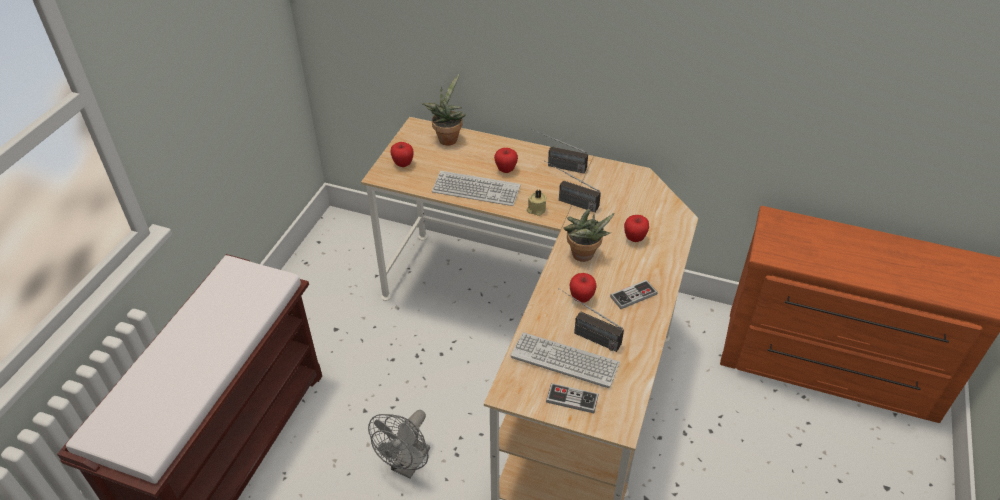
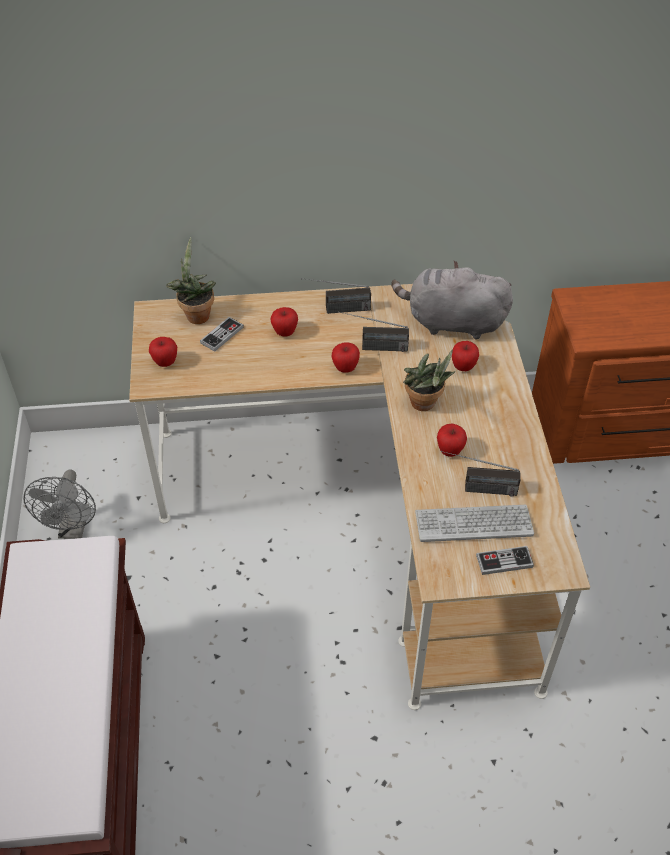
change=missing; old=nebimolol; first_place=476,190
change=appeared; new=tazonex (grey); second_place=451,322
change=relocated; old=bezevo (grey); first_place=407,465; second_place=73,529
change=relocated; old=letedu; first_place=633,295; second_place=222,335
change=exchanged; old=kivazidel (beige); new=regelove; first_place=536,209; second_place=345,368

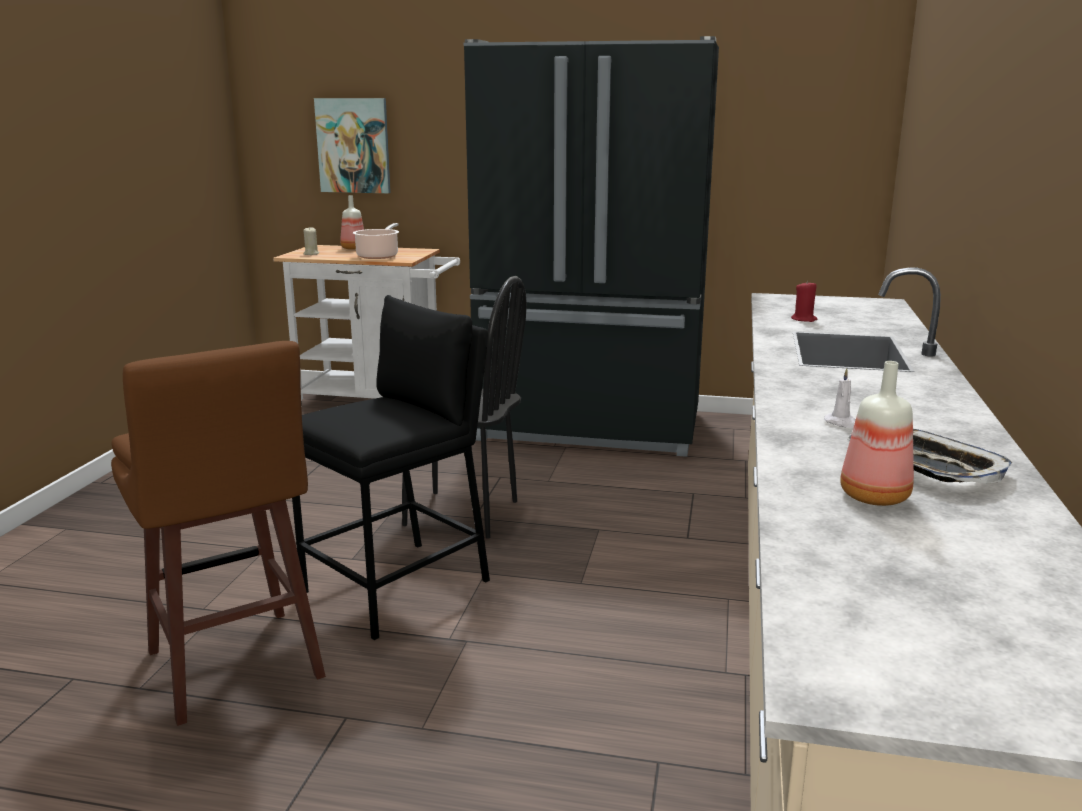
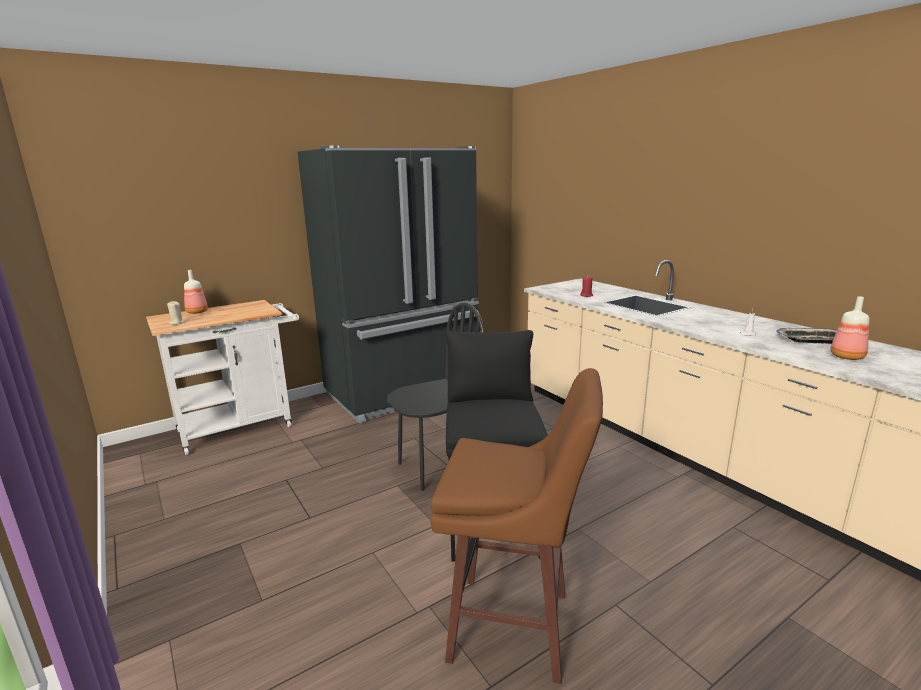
change=missing; old=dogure; first_place=353,145
change=missing; old=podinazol; first_place=378,256

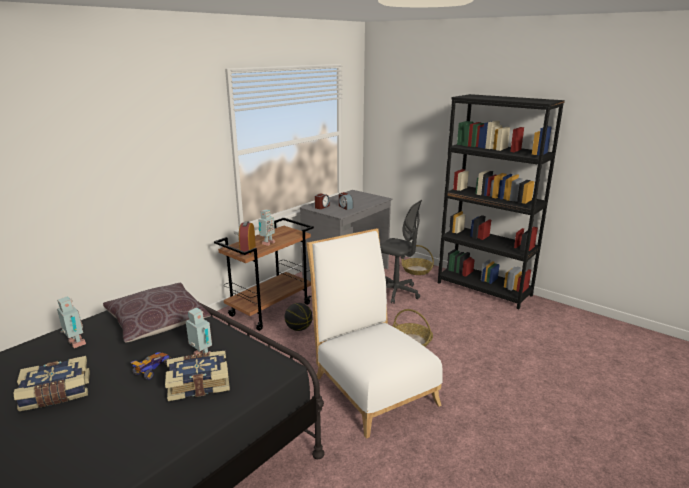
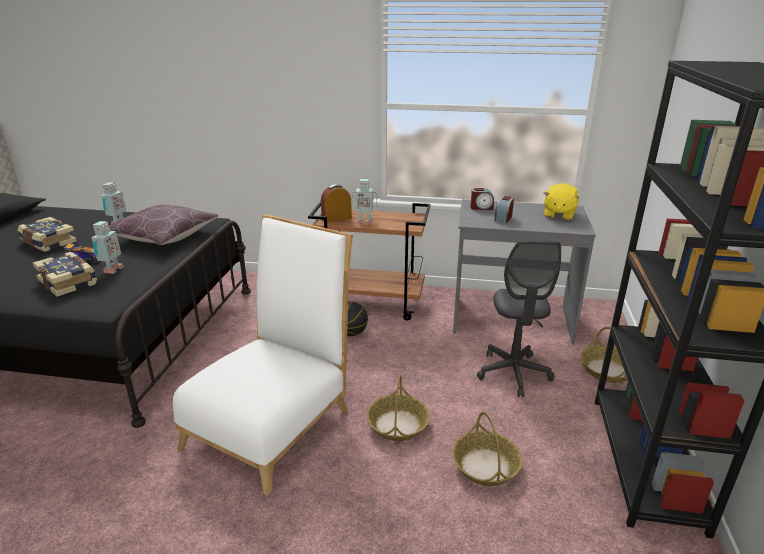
change=appeared; new=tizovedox; second_place=486,466
change=appeared; new=tazonex (yellow); second_place=558,214

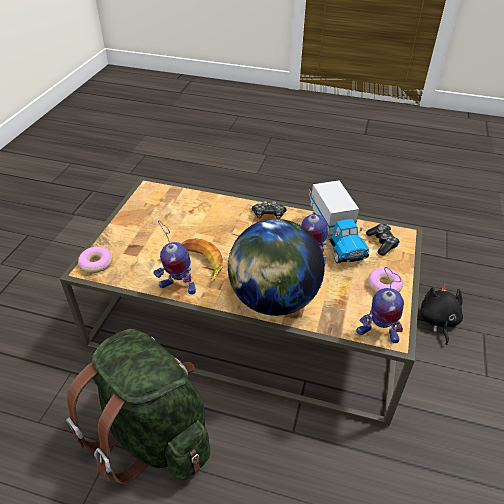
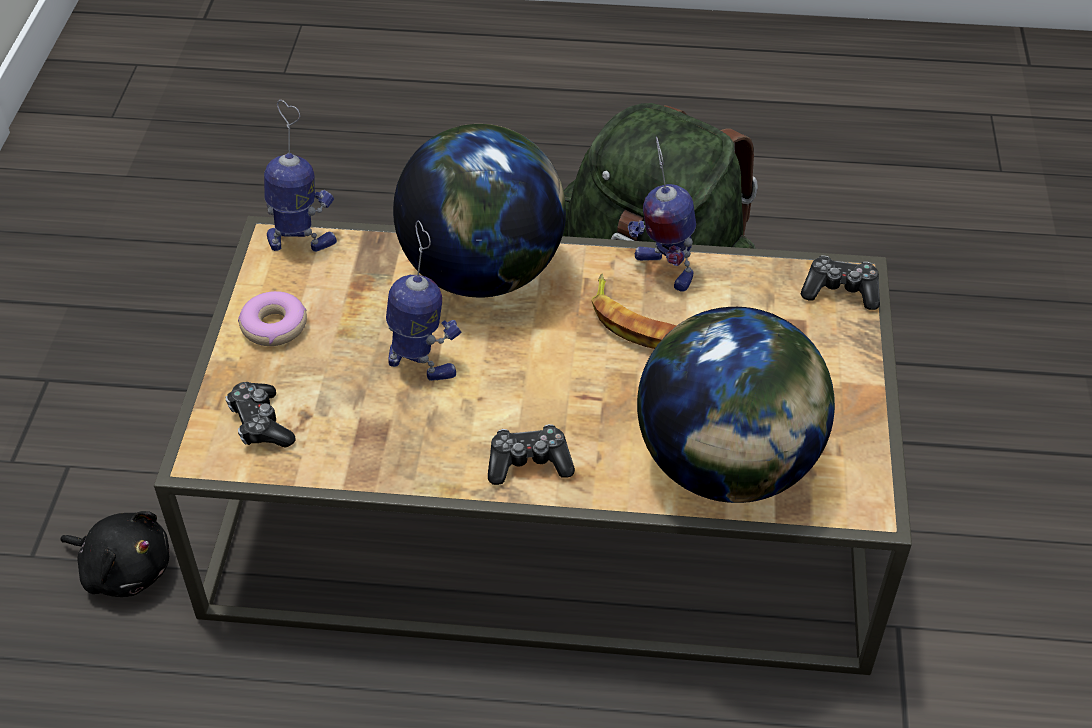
change=missing; old=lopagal; first_place=337,238
change=appeared; new=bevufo; second_place=727,466
change=exchanged; old=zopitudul; new=letedu; first_place=96,263; second_place=840,291
change=spun; old=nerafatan; first_place=177,287; second_place=663,269; degrees=-135
change=spun; old=tazonex (black); first_place=438,321; second_place=125,569; degrees=-60

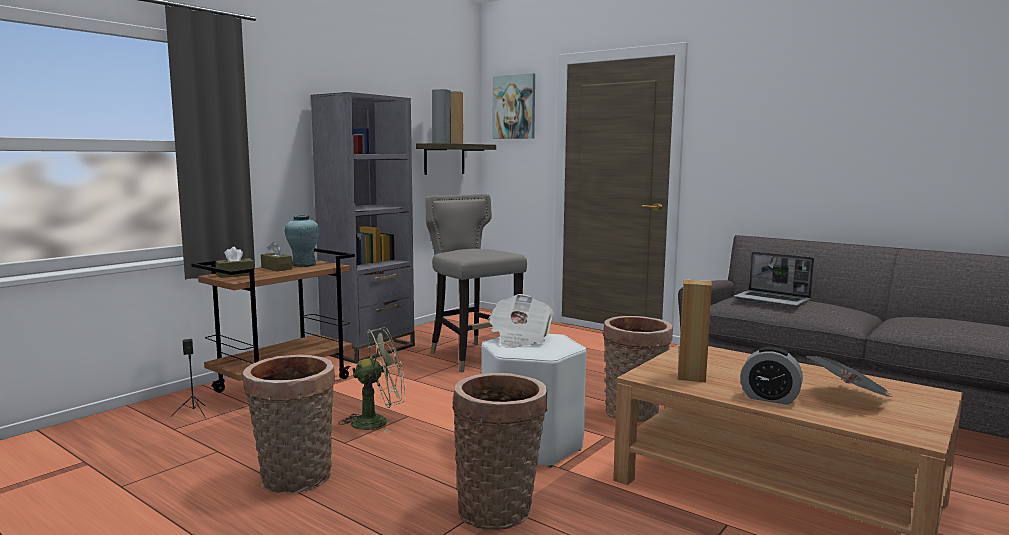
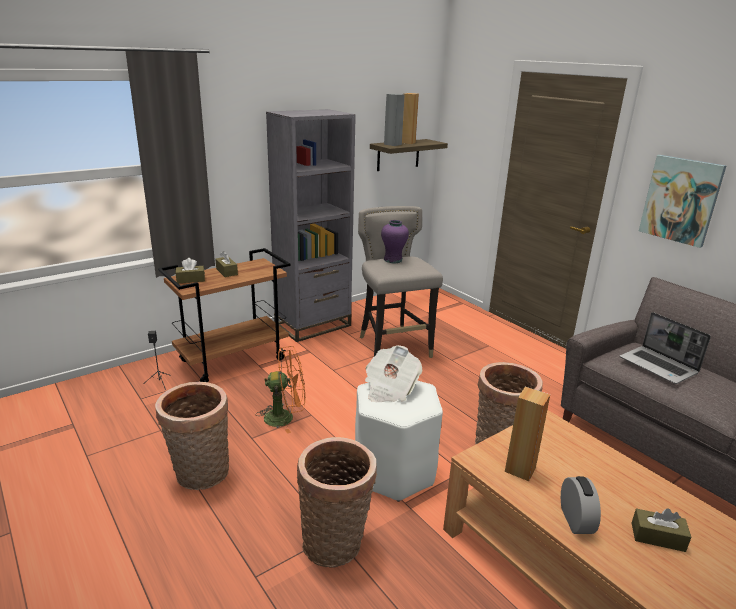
change=missing; old=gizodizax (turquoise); first_place=304,264
change=appeared; new=gizodizax (purple); second_place=393,260
change=relocated; old=dogure; first_place=514,107; second_place=681,200
change=exchanged; old=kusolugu; new=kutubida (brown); first_place=850,398; second_place=657,537
change=colour; old=bezevo (green); new=bezevo (orange); first_place=377,421; second_place=285,417
change=spun; old=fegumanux; first_place=769,398; second_place=575,520; degrees=-135

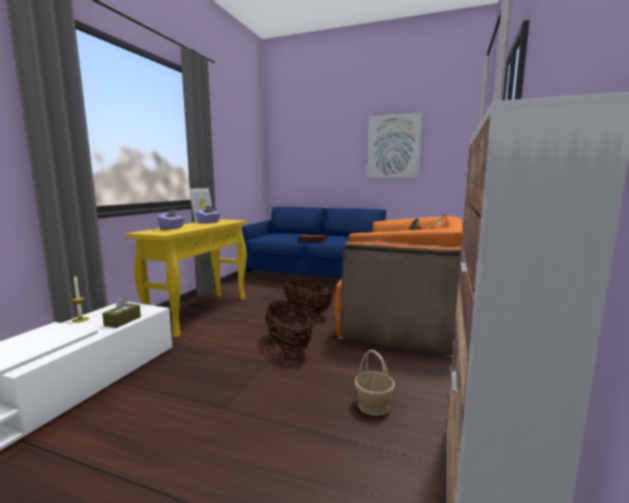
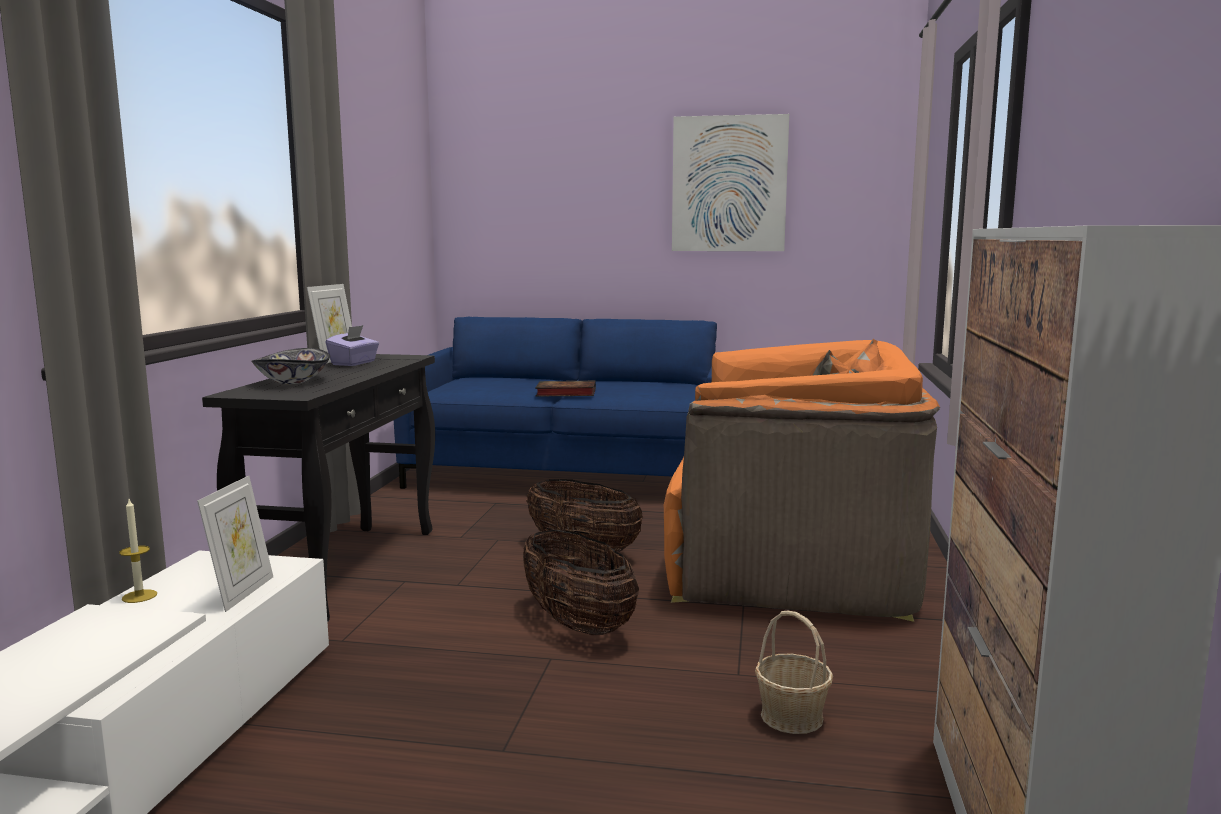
change=exchanged; old=kutubida (brown); new=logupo; first_place=123,321; second_place=242,593
change=exchanged; old=kutubida (purple); new=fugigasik; first_place=172,228; second_place=292,381
change=colour; old=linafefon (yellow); new=linafefon (black); first_place=201,313; second_place=347,569

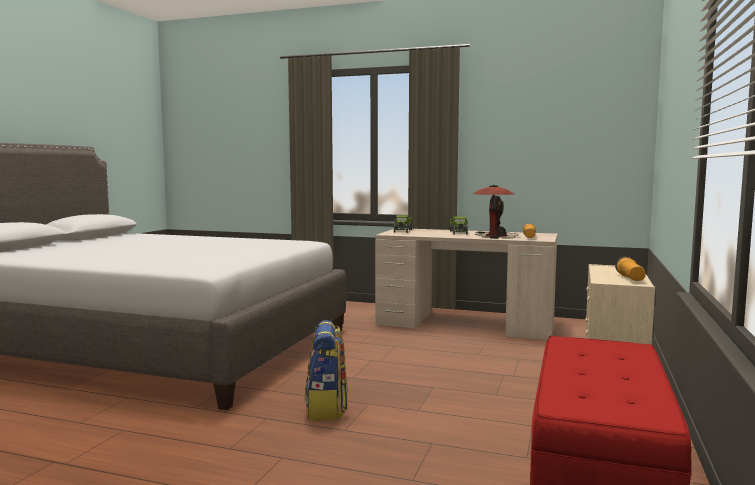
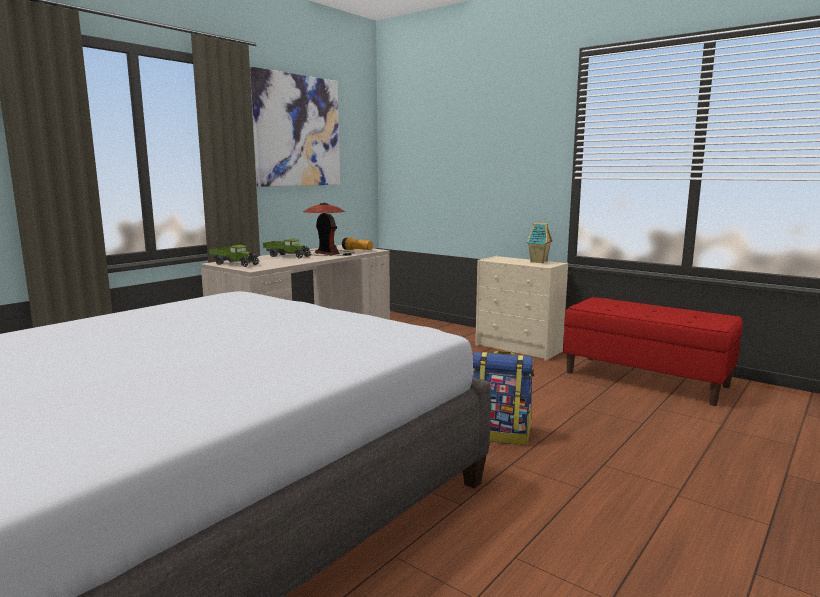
change=appeared; new=dogure; second_place=297,131
change=exchanged; old=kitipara; new=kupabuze; first_place=630,278; second_place=539,262

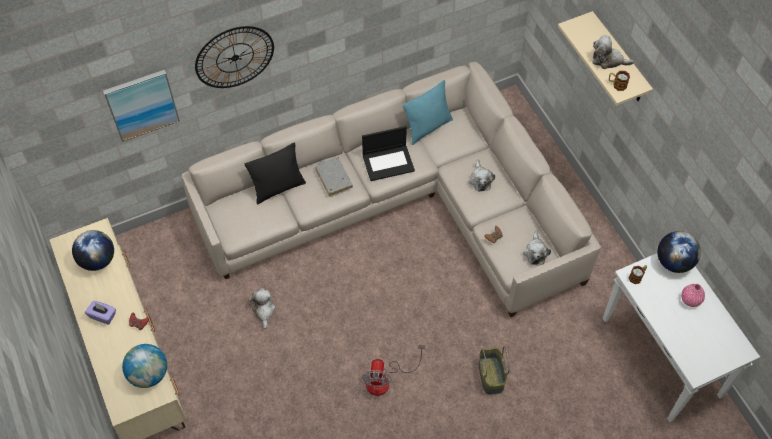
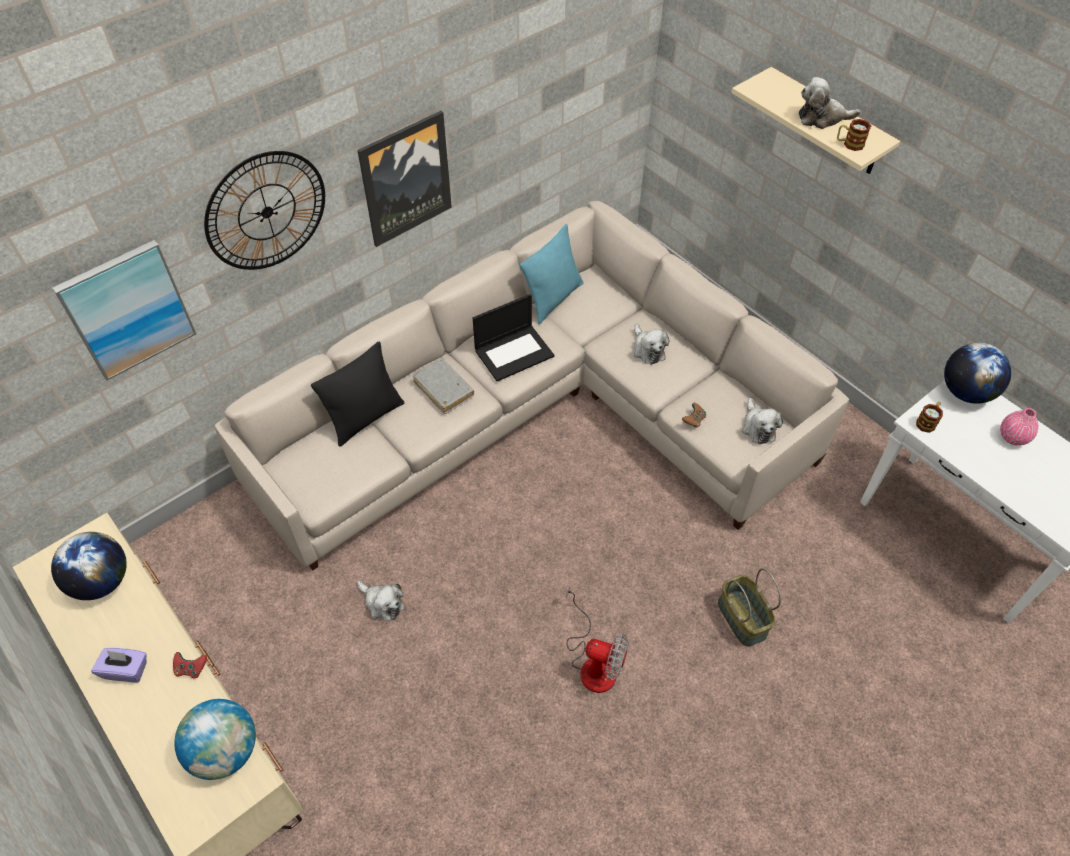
change=appeared; new=dogure; second_place=405,179
change=spun; old=tazonex; first_place=263,311; second_place=382,603; degrees=150
change=spun; old=bezevo; first_place=385,379; second_place=593,662; degrees=-60

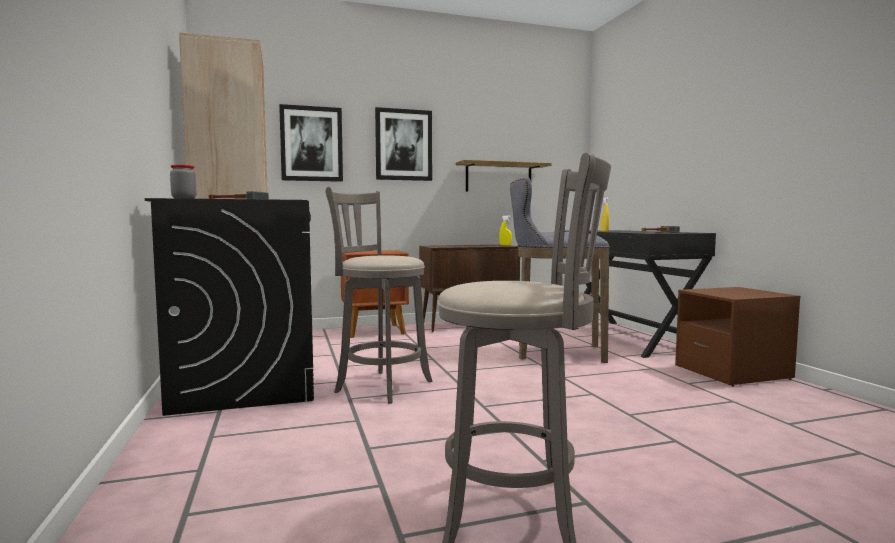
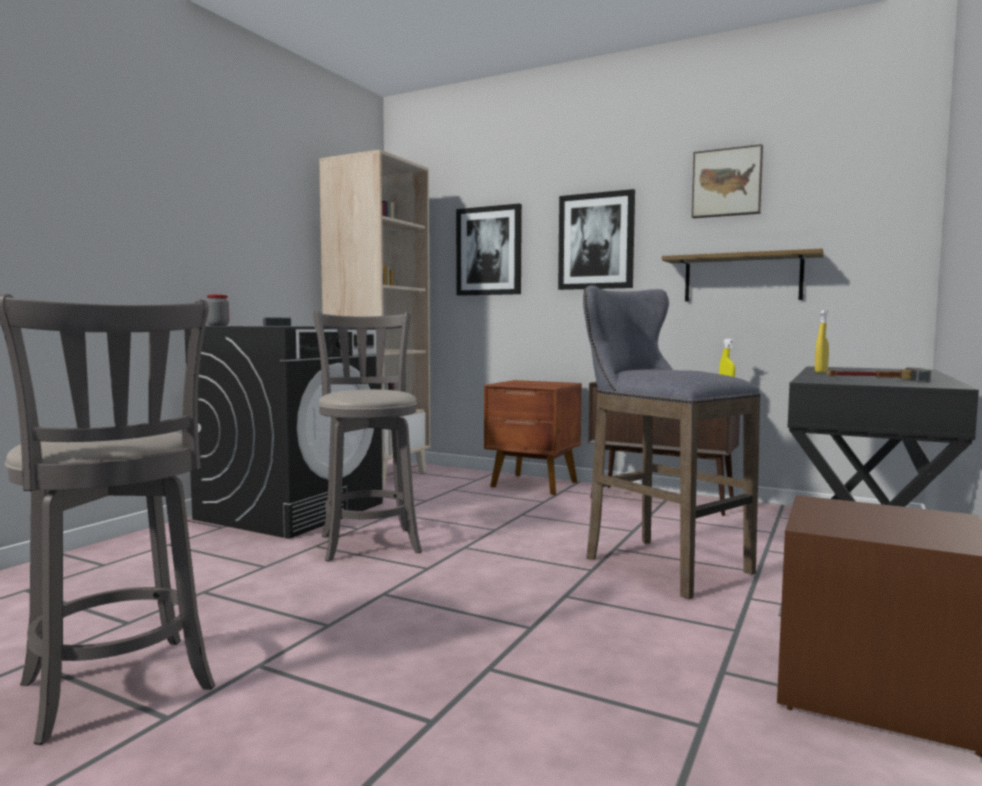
change=appeared; new=dogure; second_place=727,183

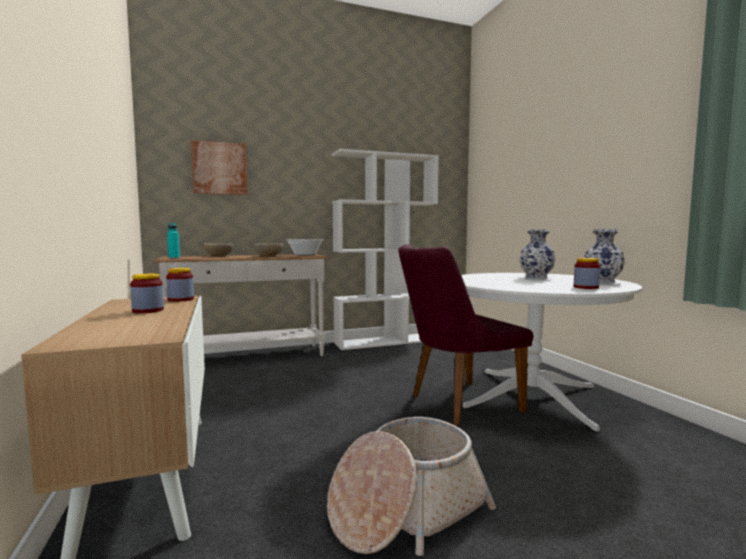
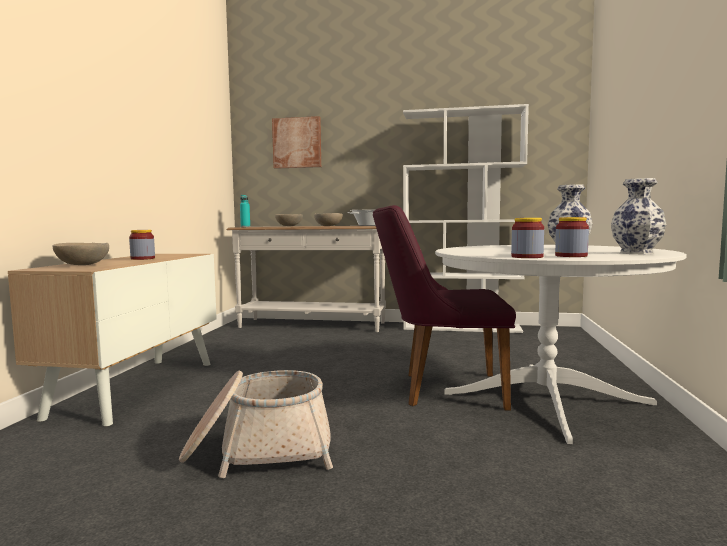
change=appeared; new=fugigasik (beige); second_place=82,265
change=relocated; old=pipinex; first_place=181,299; second_place=527,257

